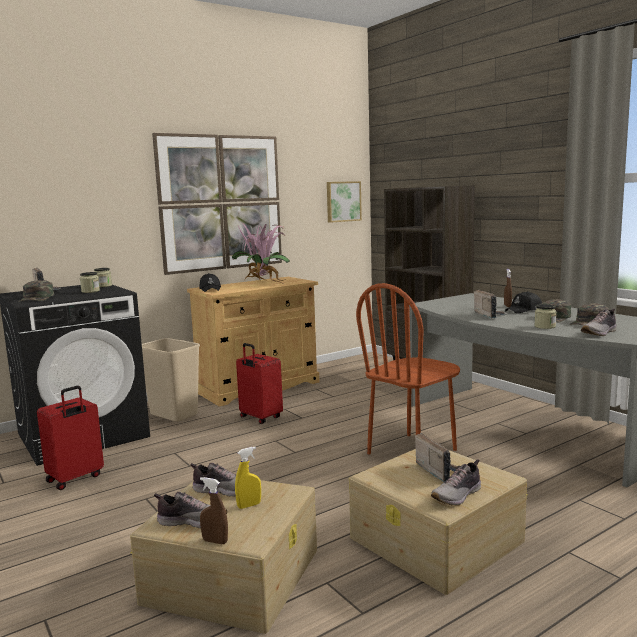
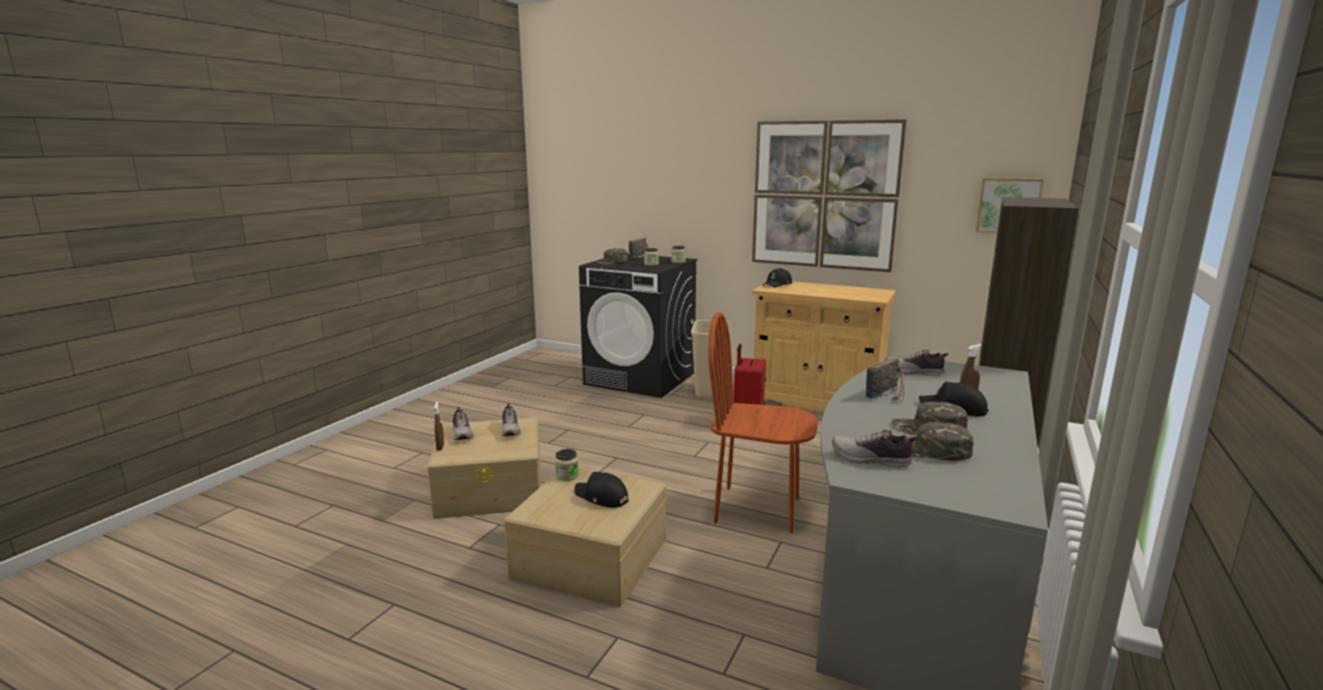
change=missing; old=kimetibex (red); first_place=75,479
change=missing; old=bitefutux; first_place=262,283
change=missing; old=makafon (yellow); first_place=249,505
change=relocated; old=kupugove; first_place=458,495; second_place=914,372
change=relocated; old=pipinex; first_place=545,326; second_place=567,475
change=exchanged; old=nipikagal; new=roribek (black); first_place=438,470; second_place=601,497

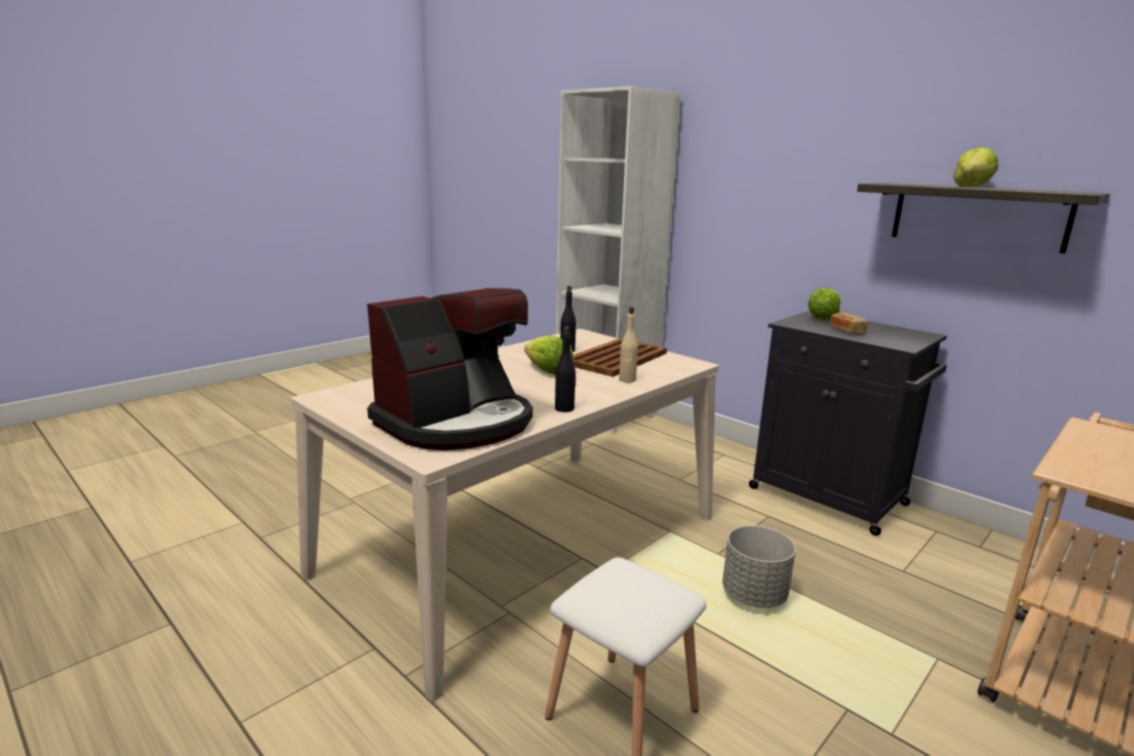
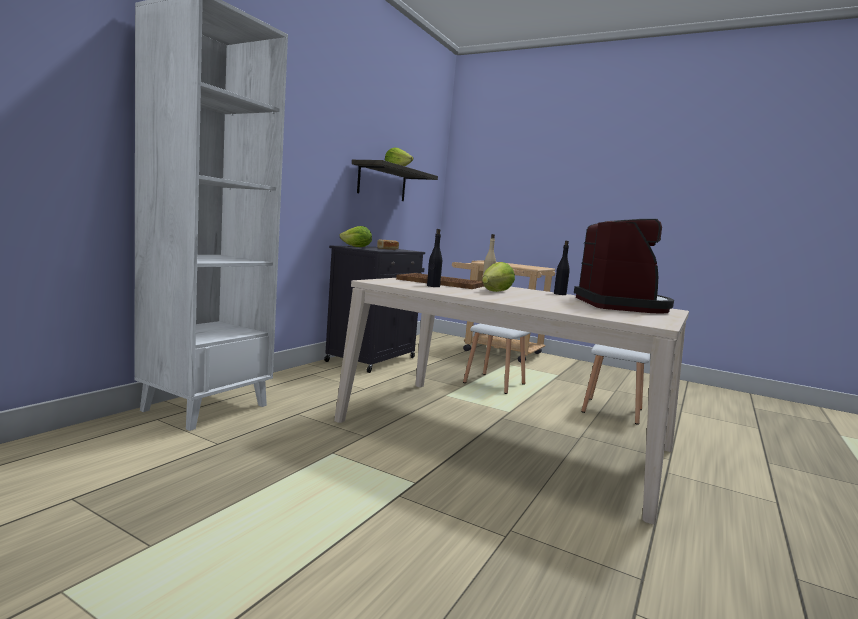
change=exchanged; old=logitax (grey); new=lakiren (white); first_place=754,596; second_place=495,383
change=spun; old=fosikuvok; first_place=457,422; second_place=621,305; degrees=60

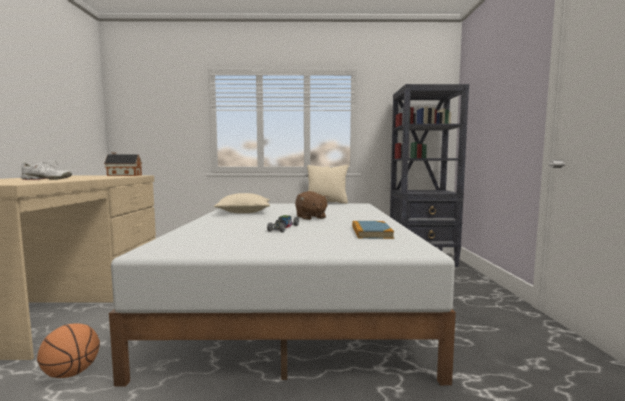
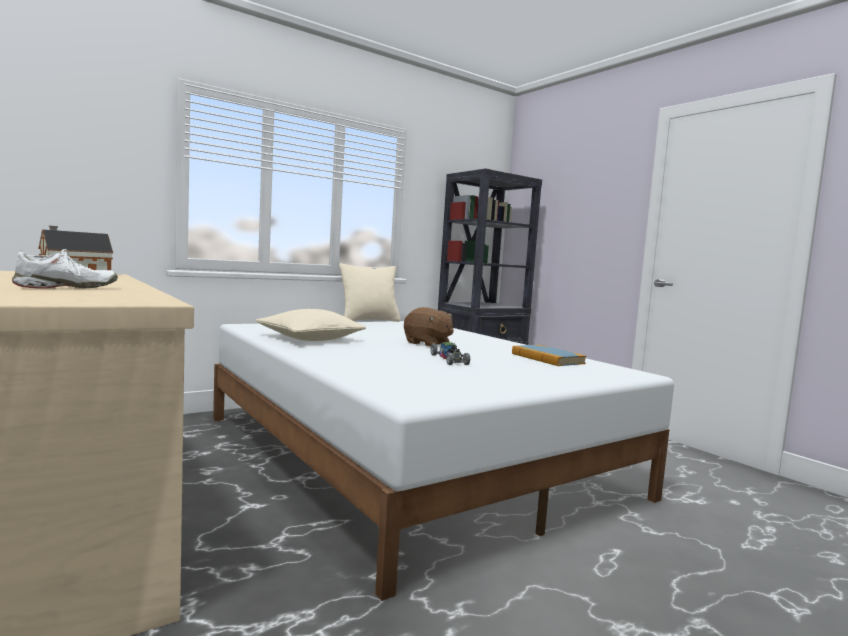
change=missing; old=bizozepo; first_place=71,373

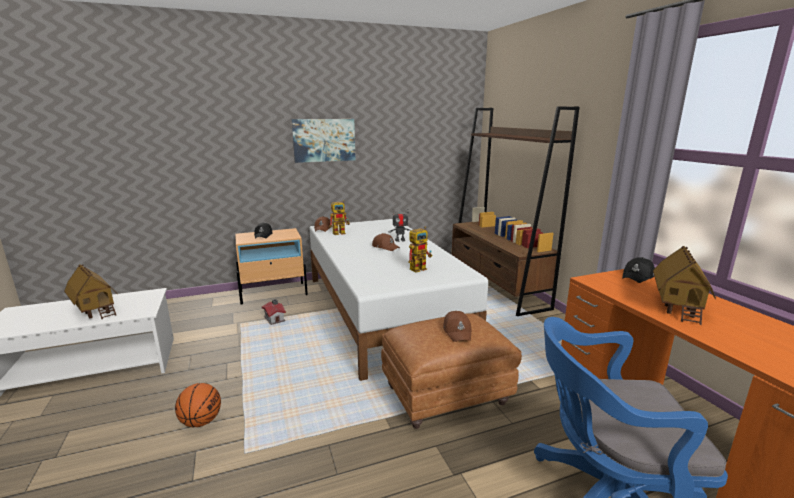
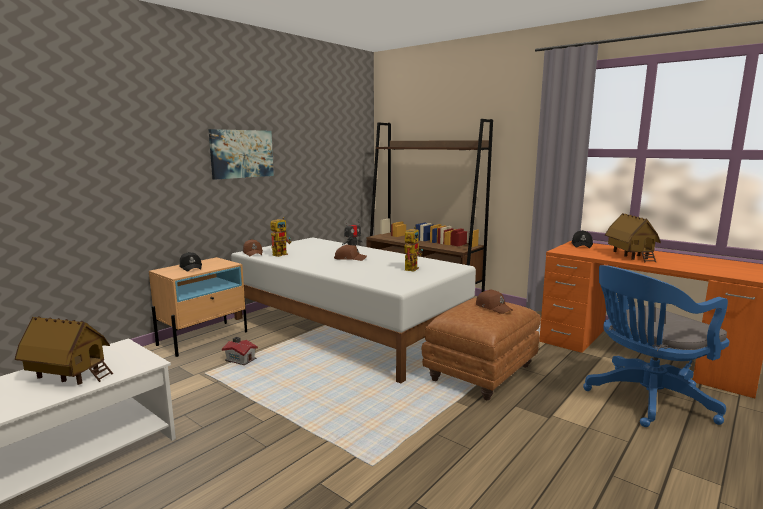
change=missing; old=bizozepo; first_place=201,421

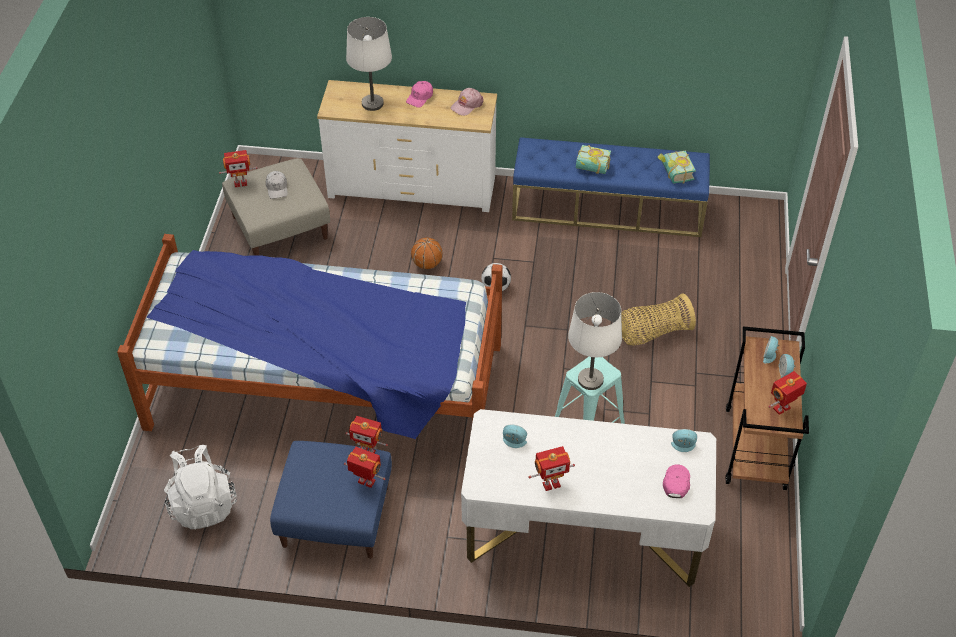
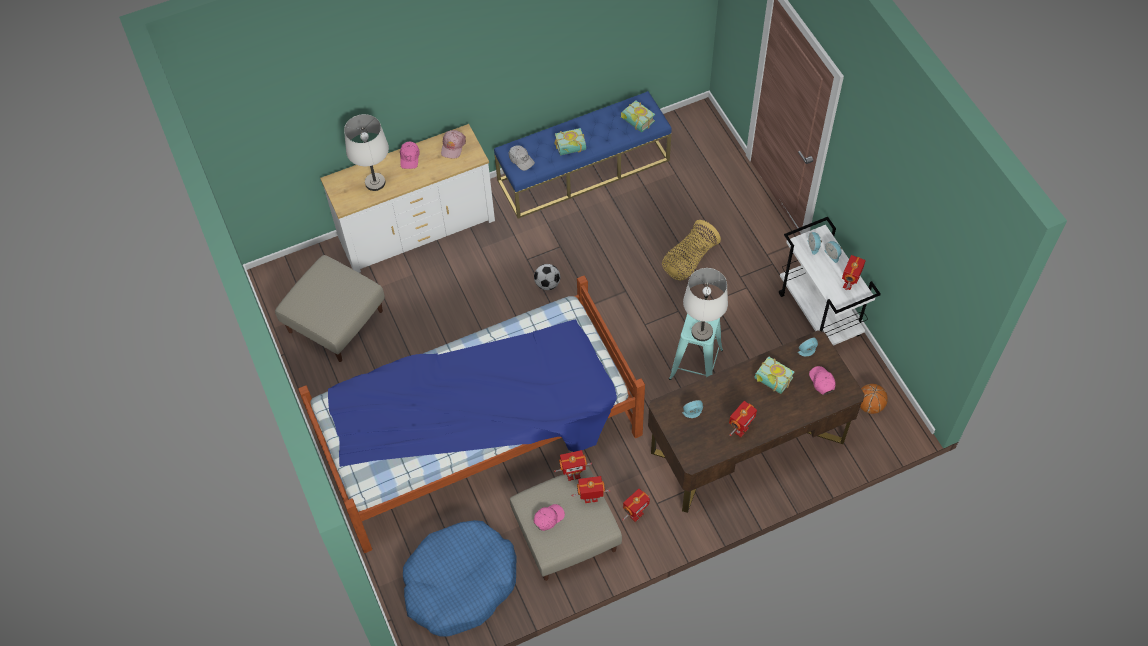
change=appeared; new=roribek (pink); second_place=548,518
change=appeared; new=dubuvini; second_place=771,382
change=relocated; old=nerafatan; first_place=240,183; second_place=636,514
change=relocated; old=roribek (white); first_place=277,188; second_place=521,160
change=relocated; old=bizozepo; first_place=427,264; second_place=869,405
change=exchanged; old=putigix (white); new=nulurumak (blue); first_place=203,504; second_place=460,583
change=colour; old=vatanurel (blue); new=vatanurel (beige); first_place=335,517; second_place=566,535
change=colour; old=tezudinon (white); new=tezudinon (brown); first_place=583,533; second_place=747,446
change=colour; old=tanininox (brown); new=tanininox (white); first_place=756,449; second_place=819,315

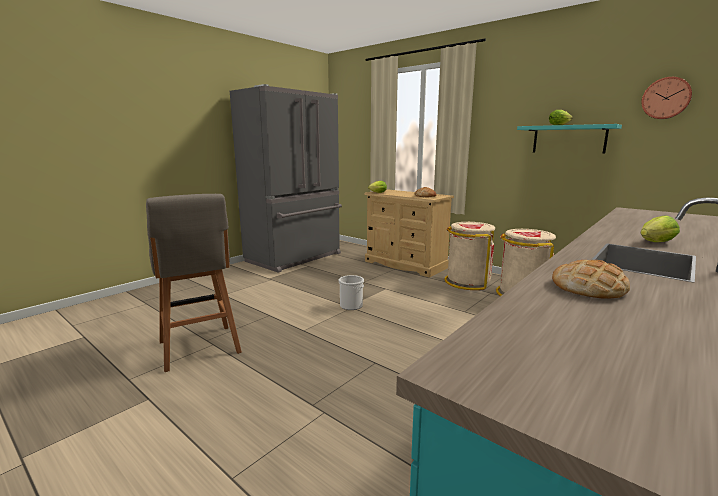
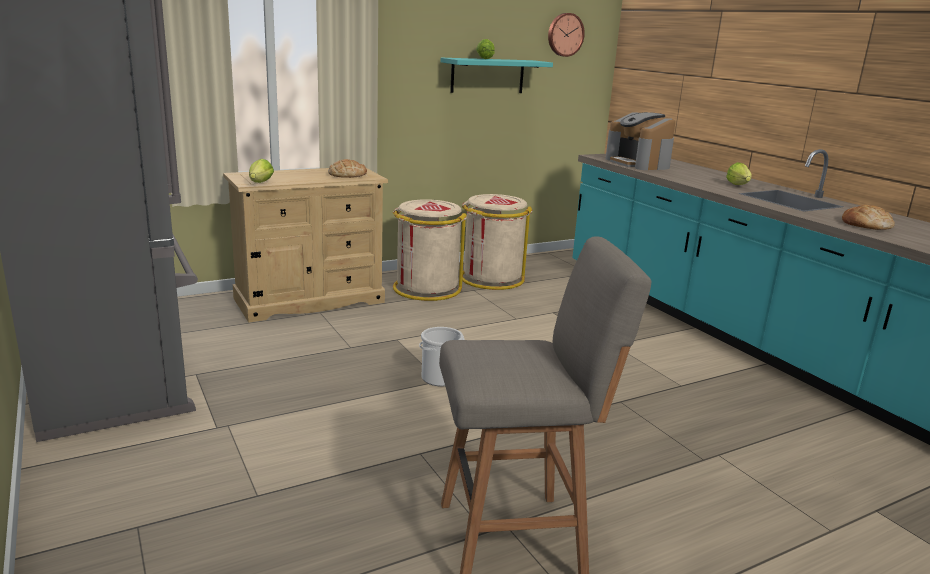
change=appeared; new=fosikuvok; second_place=638,163

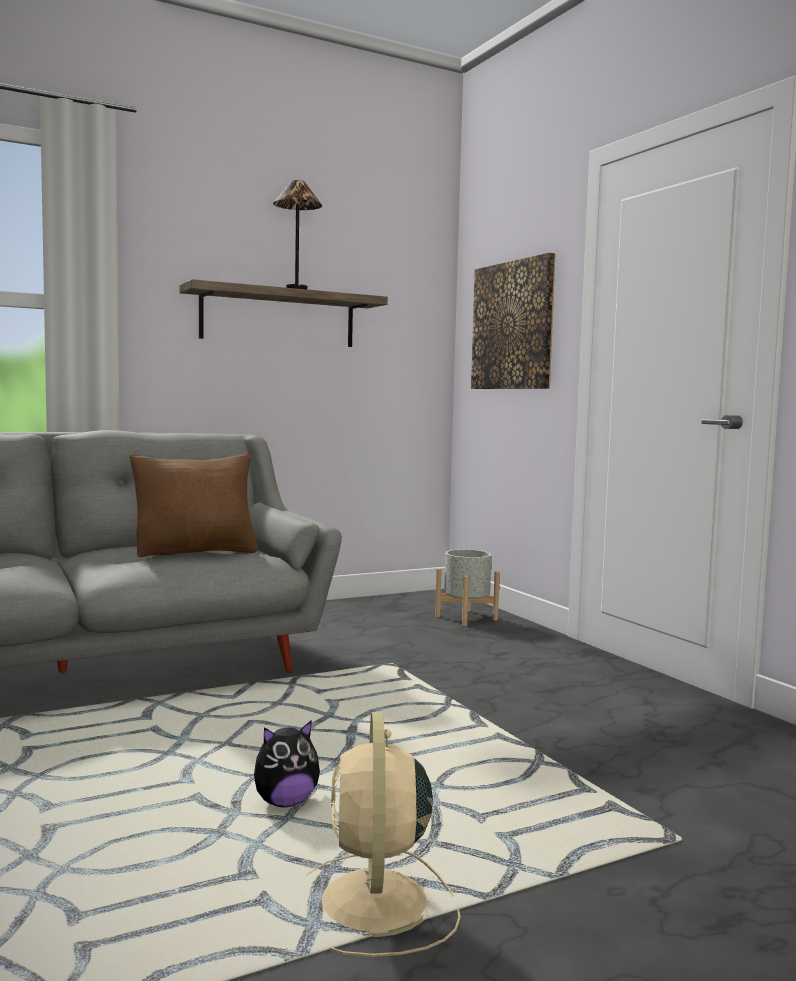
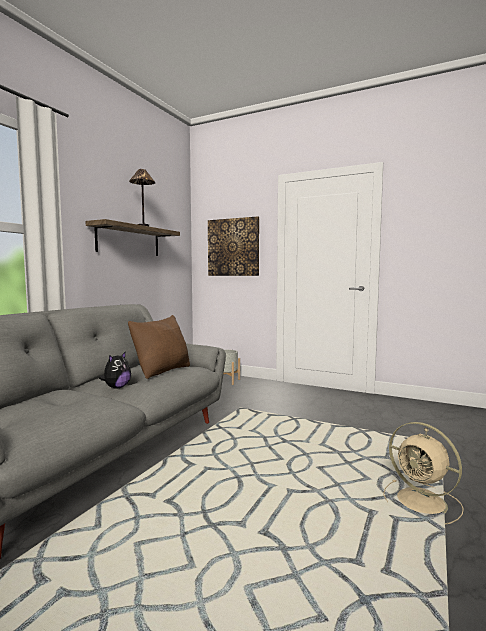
change=relocated; old=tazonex; first_place=285,802; second_place=116,387

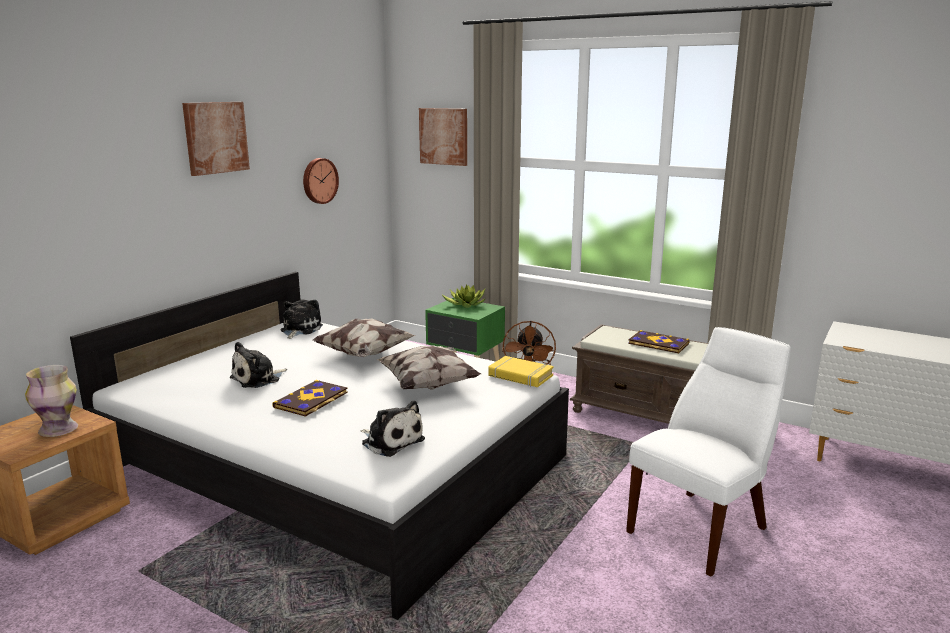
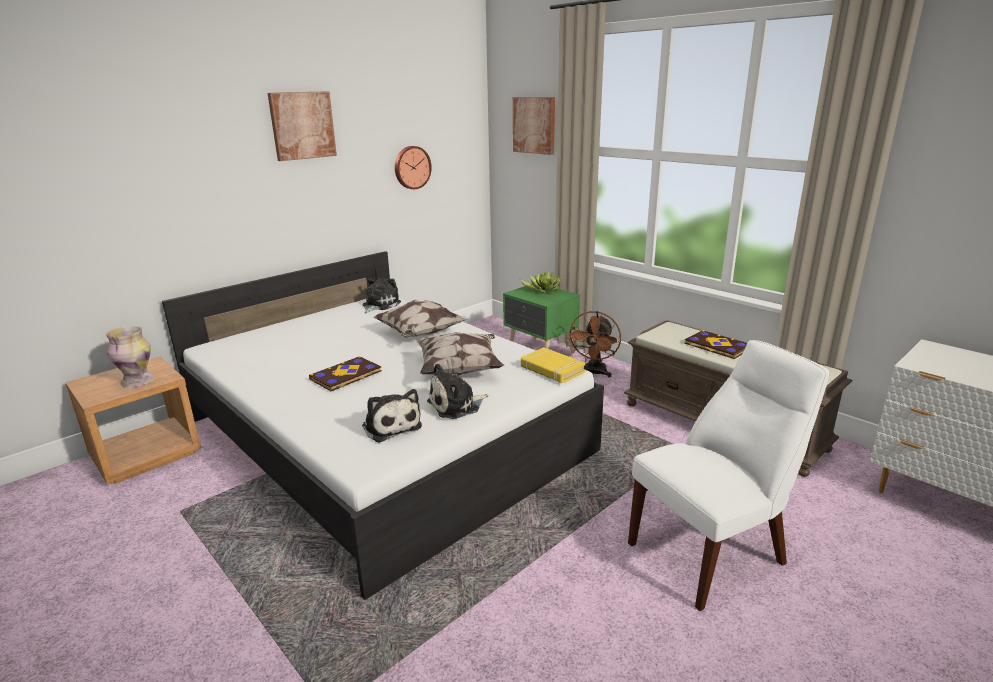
change=relocated; old=tazonex; first_place=258,379; second_place=456,406

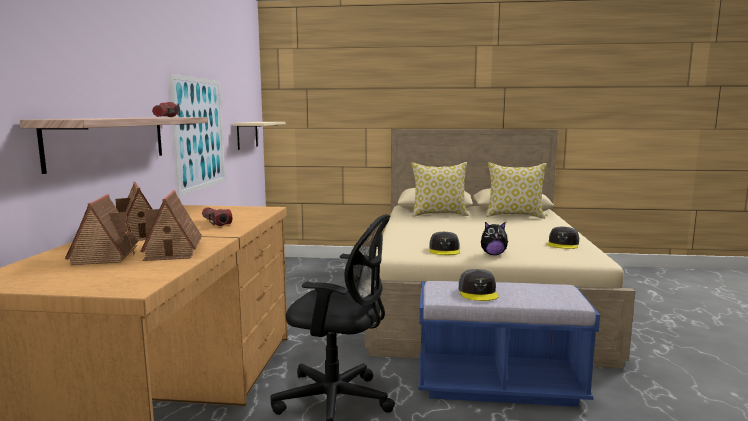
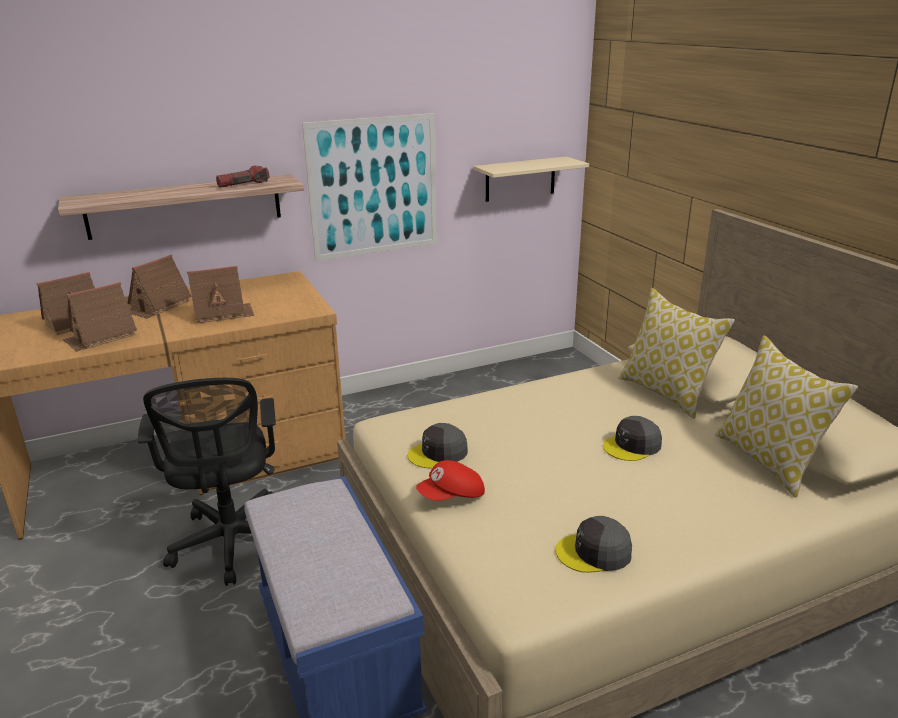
change=relocated; old=roribek (grey); first_place=478,292; second_place=632,446
change=exchanged; old=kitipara; new=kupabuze; first_place=215,222; second_place=223,313
change=exchanged; old=tazonex; new=roribek (red); first_place=493,254; second_place=452,496

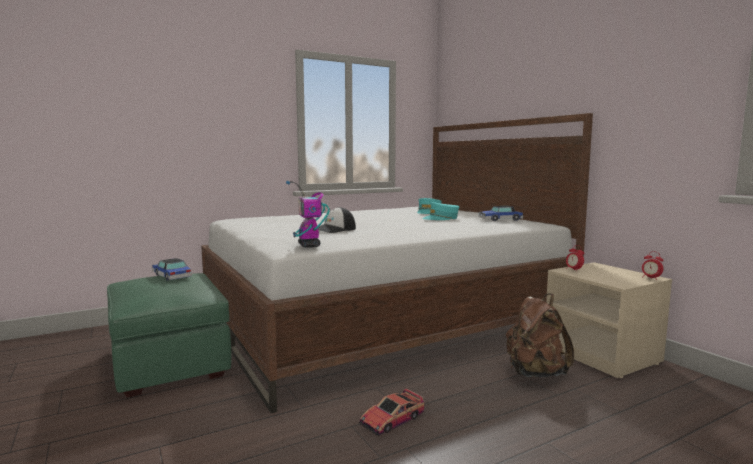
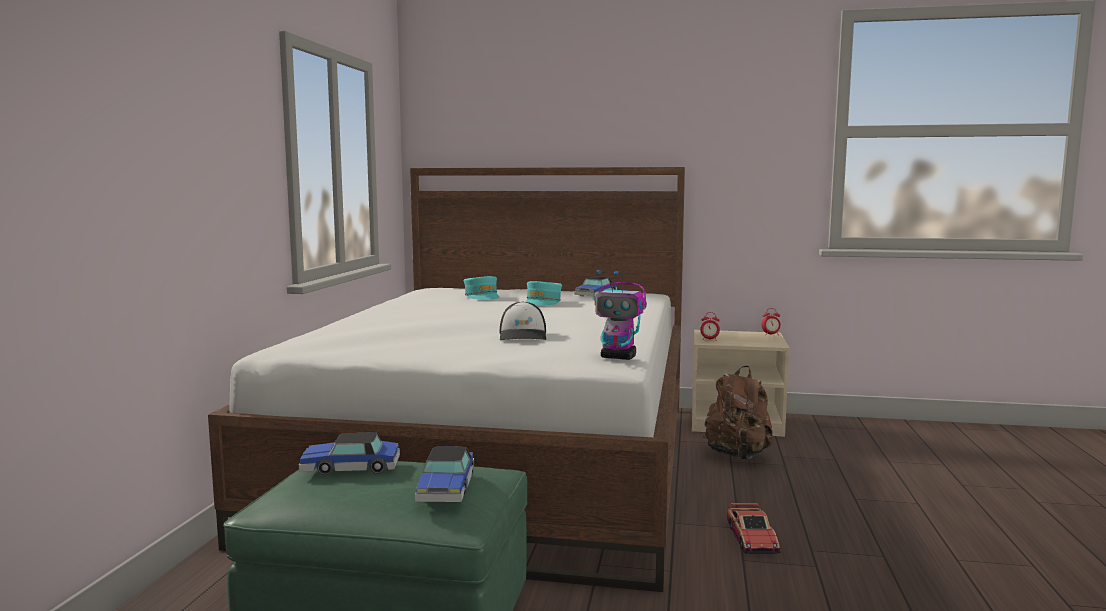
change=appeared; new=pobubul; second_place=446,487

